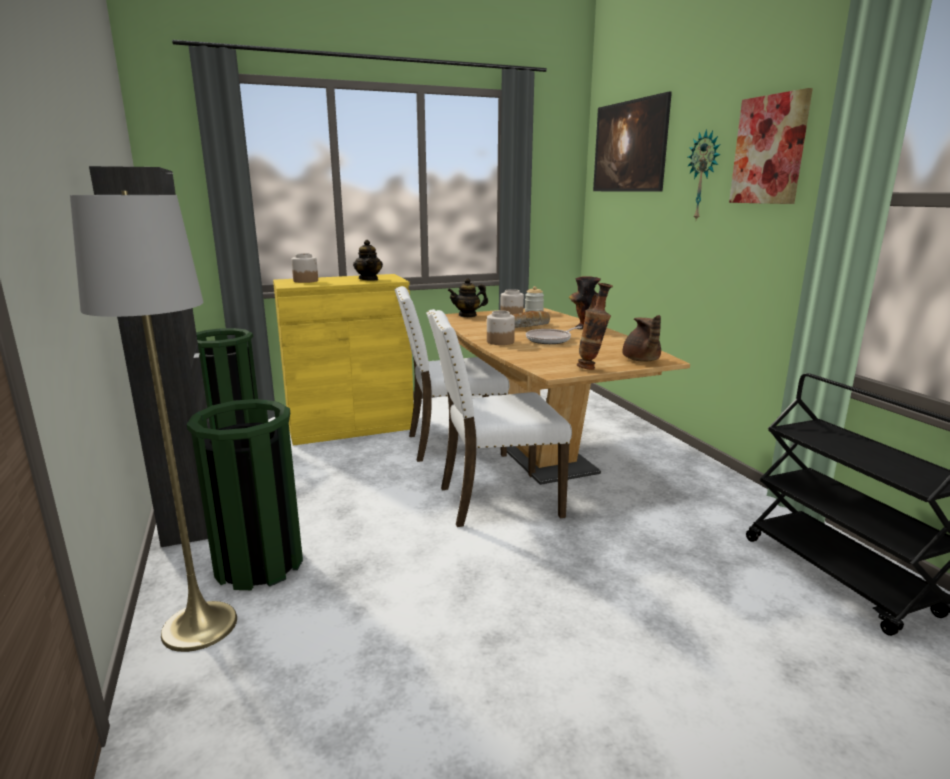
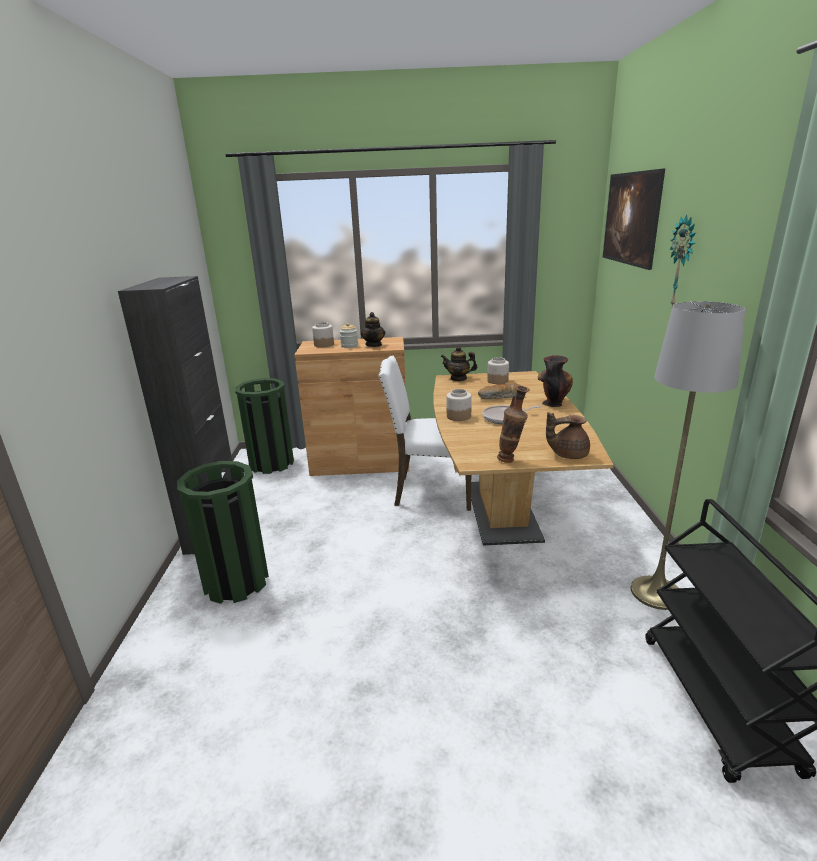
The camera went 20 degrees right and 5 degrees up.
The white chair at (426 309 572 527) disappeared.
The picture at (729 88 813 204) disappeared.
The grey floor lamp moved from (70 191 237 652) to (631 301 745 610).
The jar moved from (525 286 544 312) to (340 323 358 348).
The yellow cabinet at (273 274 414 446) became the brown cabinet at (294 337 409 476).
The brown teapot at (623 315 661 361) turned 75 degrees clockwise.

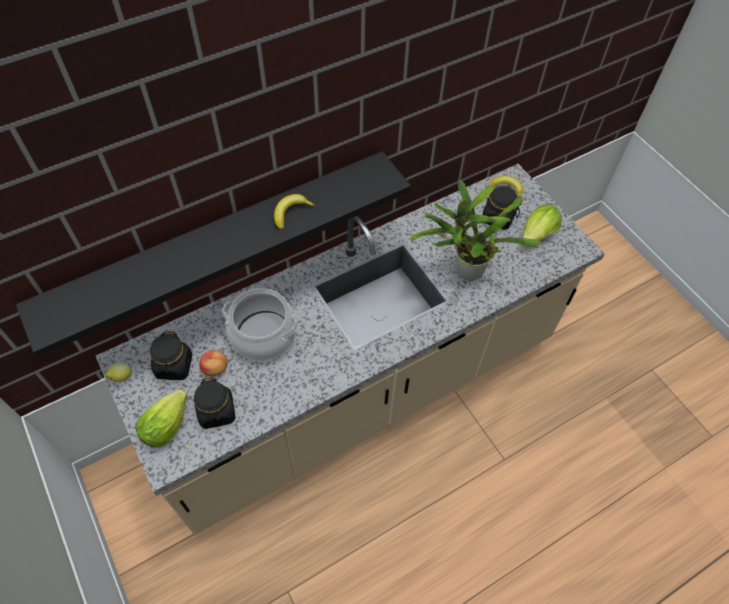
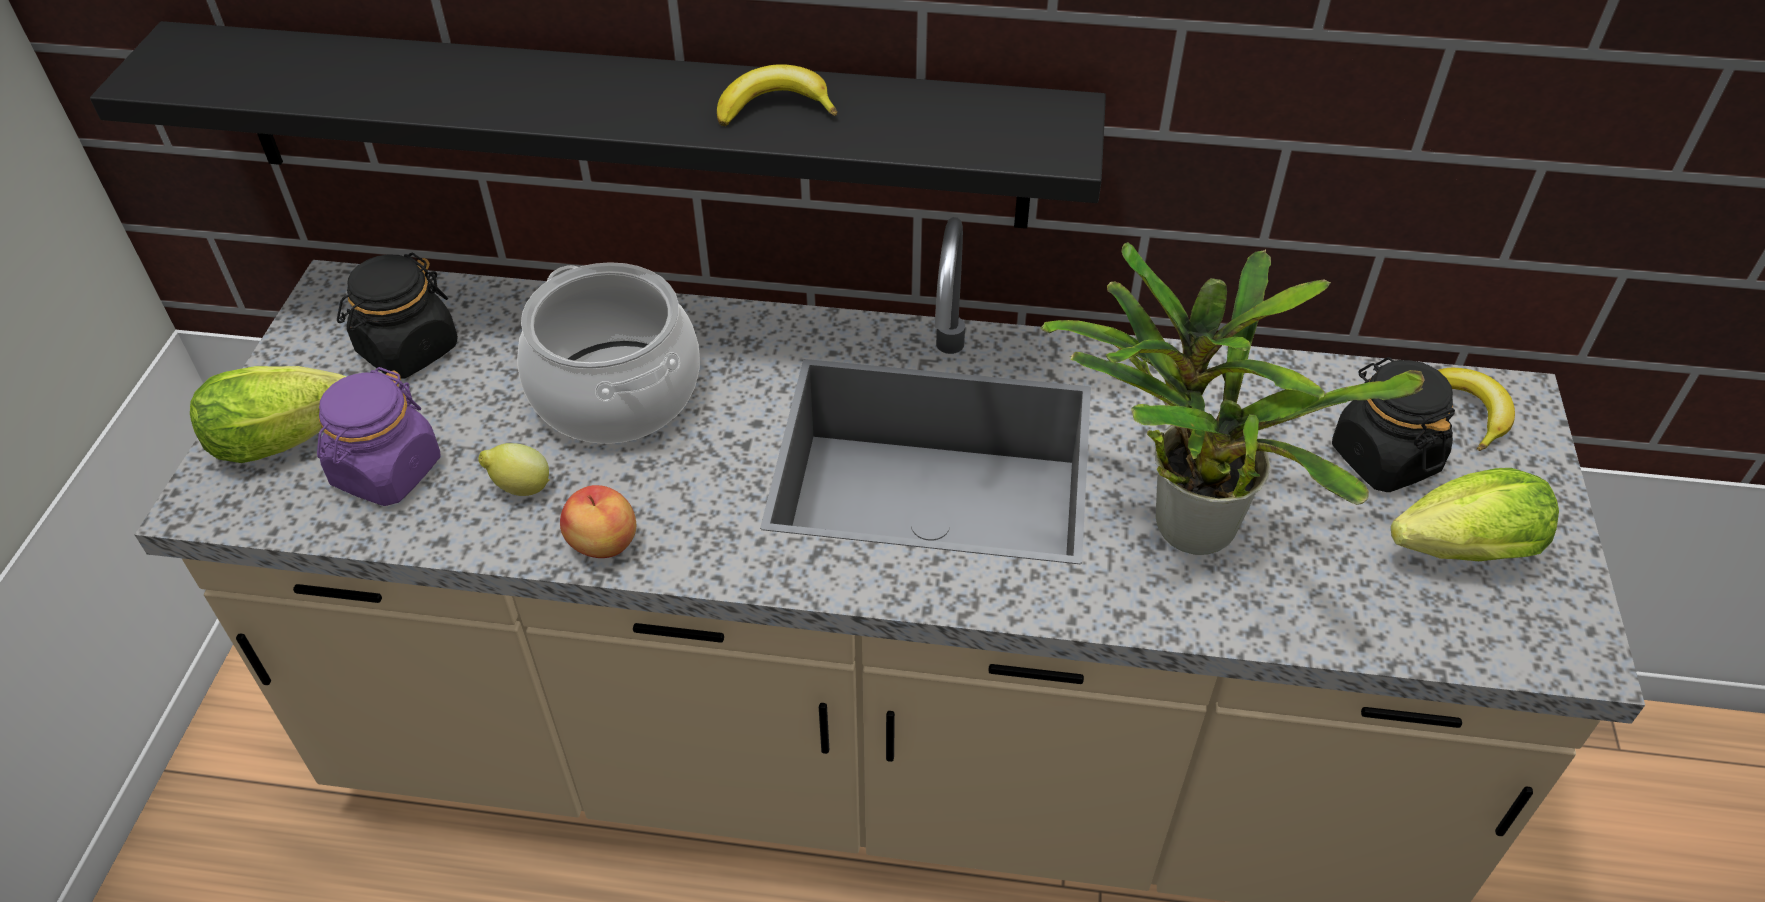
The camera went 40 degrees right and 10 degrees down.
The lemon moved from (105 363 132 382) to (478 443 549 496).
The apple moved from (199 350 228 376) to (560 485 636 558).
The black jar at (194 377 236 429) became the purple jar at (317 367 440 506).

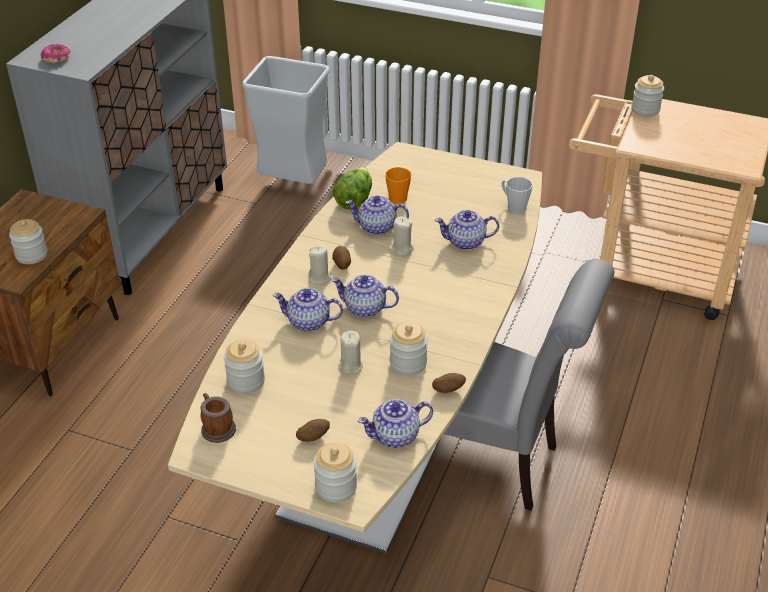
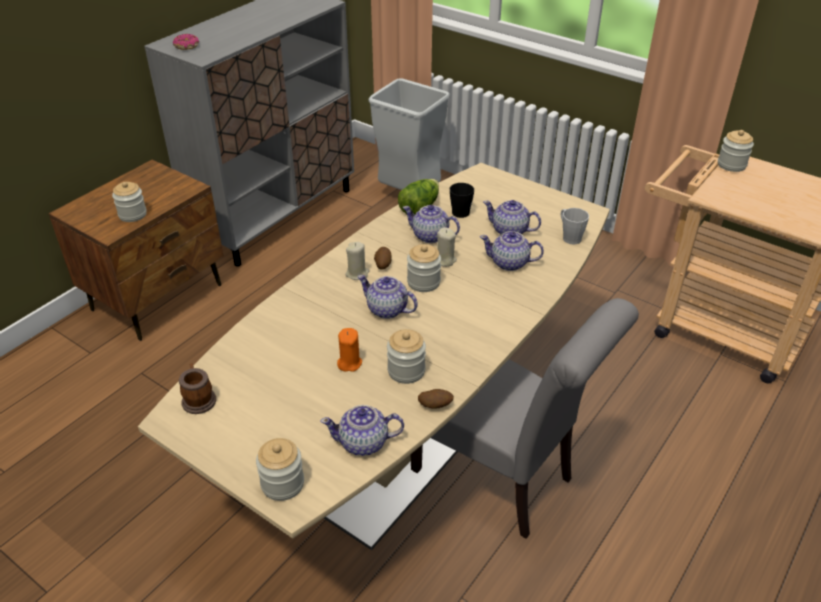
The camera went 15 degrees right and 0 degrees up.
The potato at (296 419 330 442) disappeared.
The jar moved from (224 339 265 394) to (407 244 441 292).
The teapot moved from (273 288 343 331) to (483 200 541 235).
The beige candle at (338 331 363 375) became the orange candle at (337 328 362 372).
The orange mug at (385 167 411 204) became the black mug at (450 183 474 218).

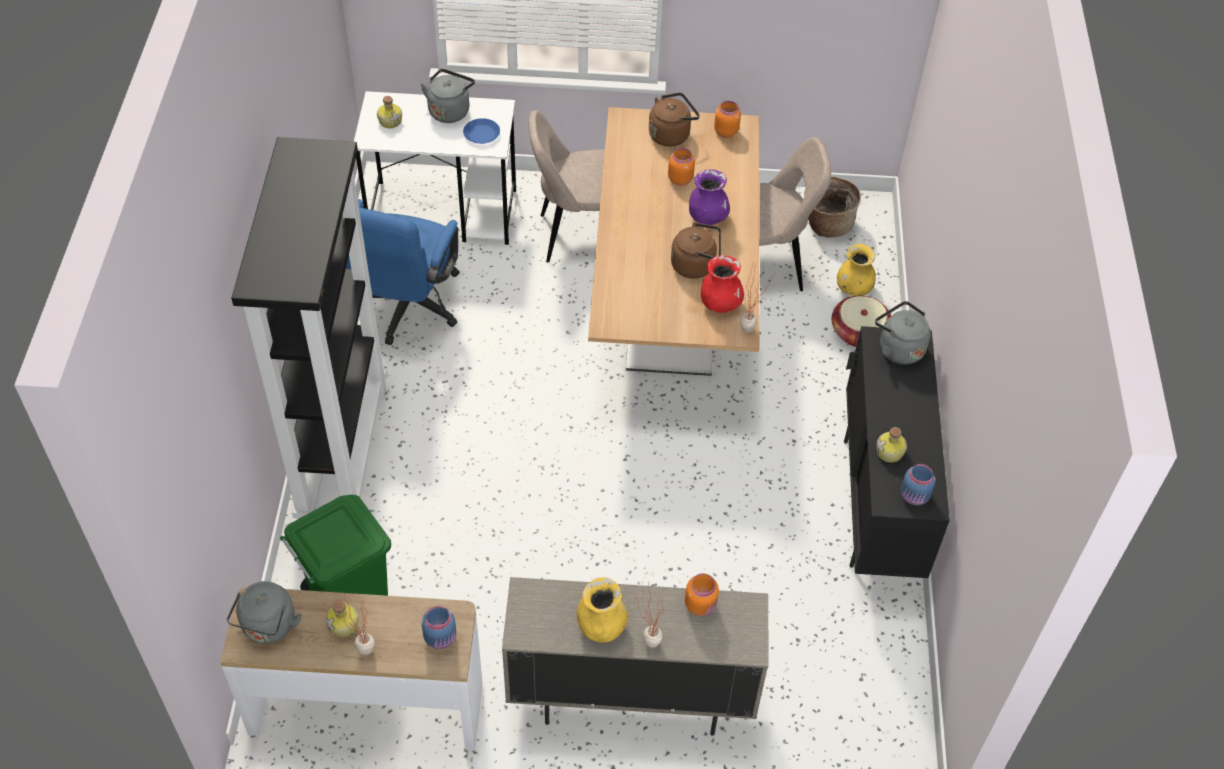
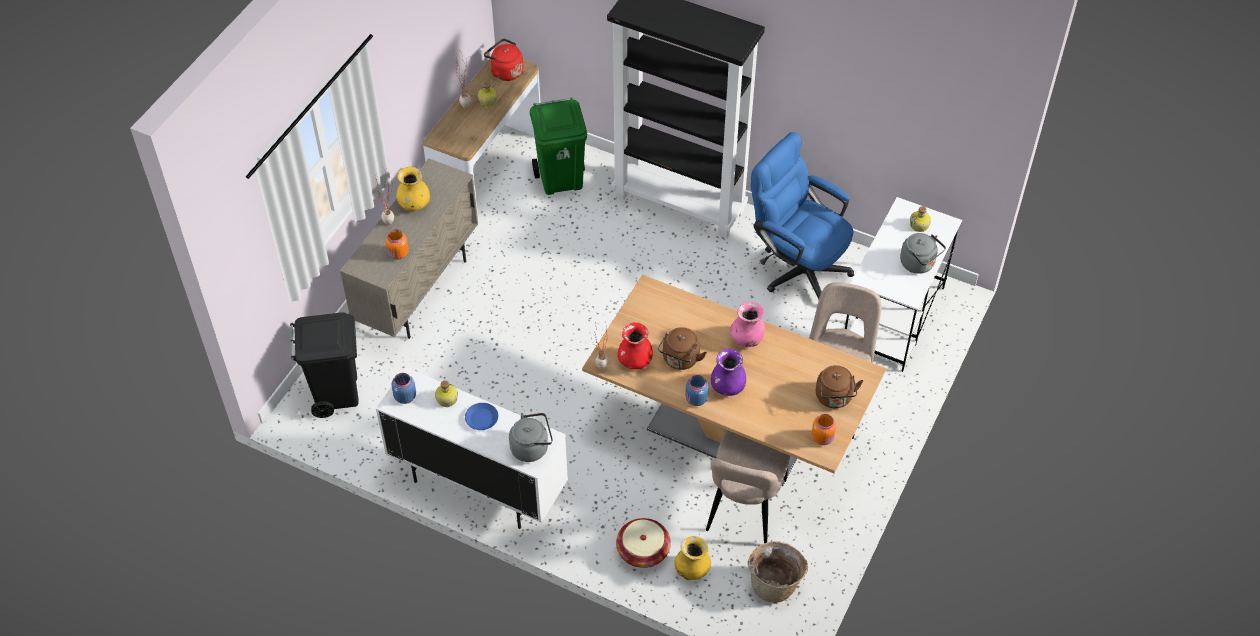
The camera went 115 degrees right and 0 degrees up.
The orange jar at (668 148 695 186) disappeared.
The black trash can at (290 313 359 418) appeared.
The pink vase at (730 301 765 348) appeared.
The blue jar moved from (422 606 456 649) to (686 375 709 406).
The blue plate moved from (463 118 500 144) to (465 403 498 430).
The grey kettle at (227 581 302 644) became the red kettle at (484 39 523 81).
The black cabinet at (844 326 950 578) became the white cabinet at (376 367 568 529).

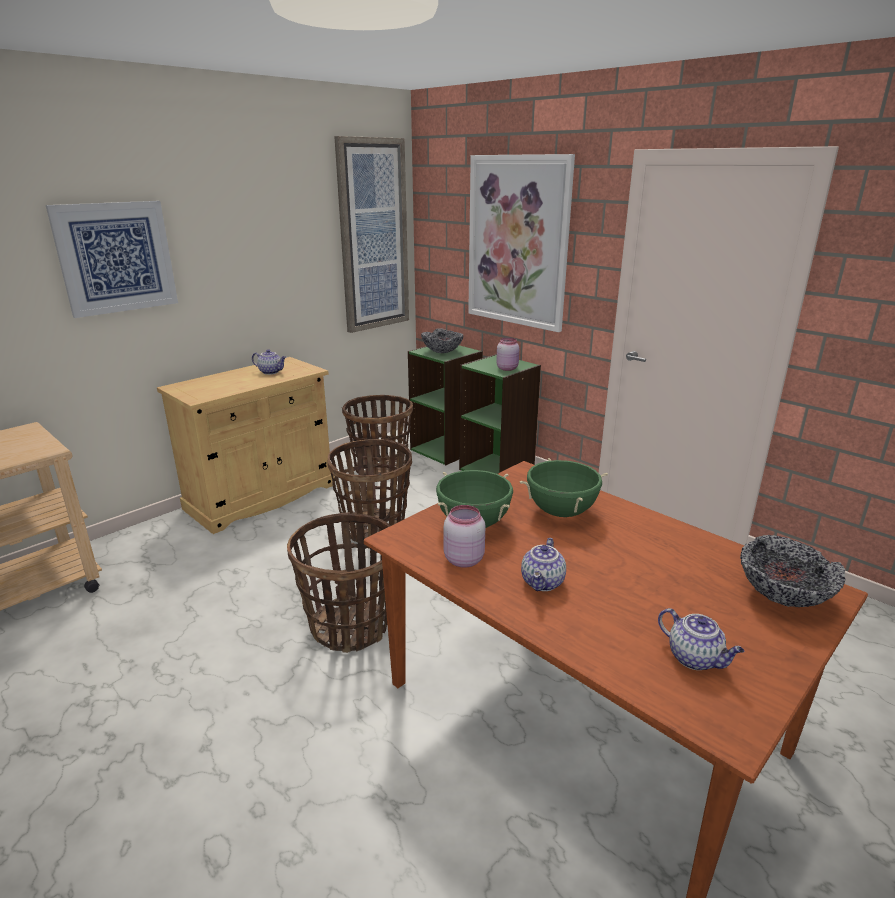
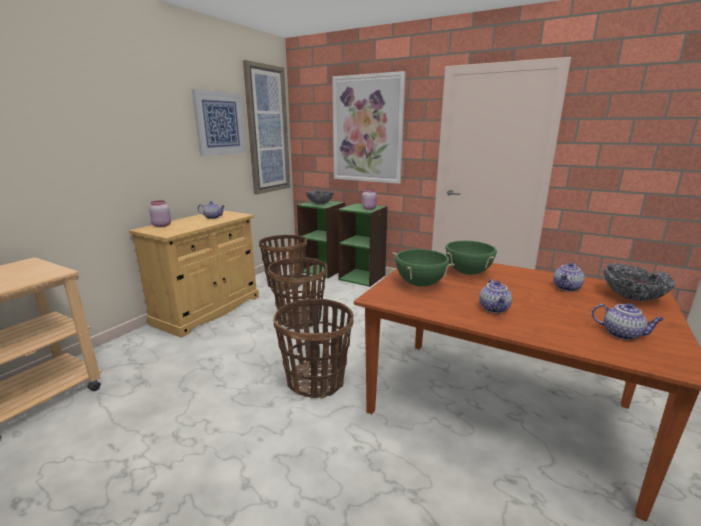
The camera went 15 degrees left and 5 degrees down.
The teapot at (553 263 585 292) appeared.
The picture moved from (46 201 178 318) to (192 89 246 156).
The pink jar moved from (444 505 485 567) to (149 200 171 227).

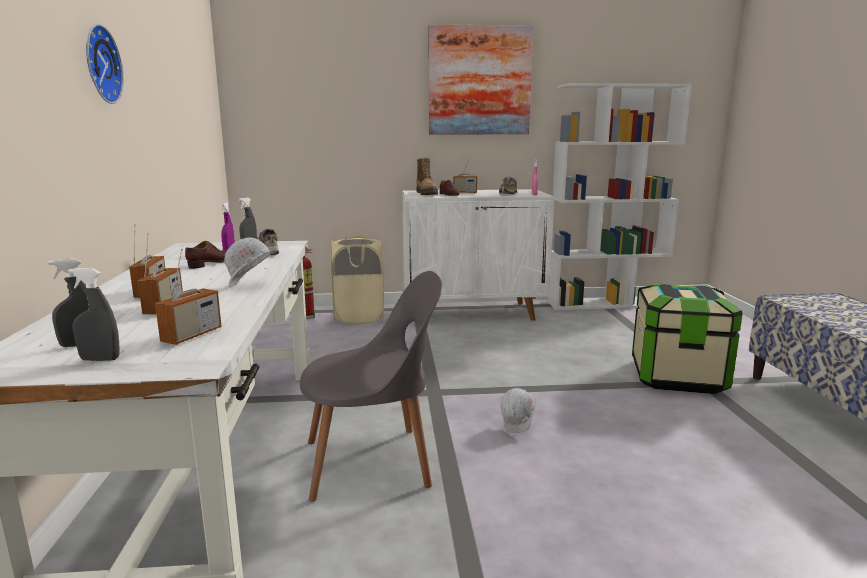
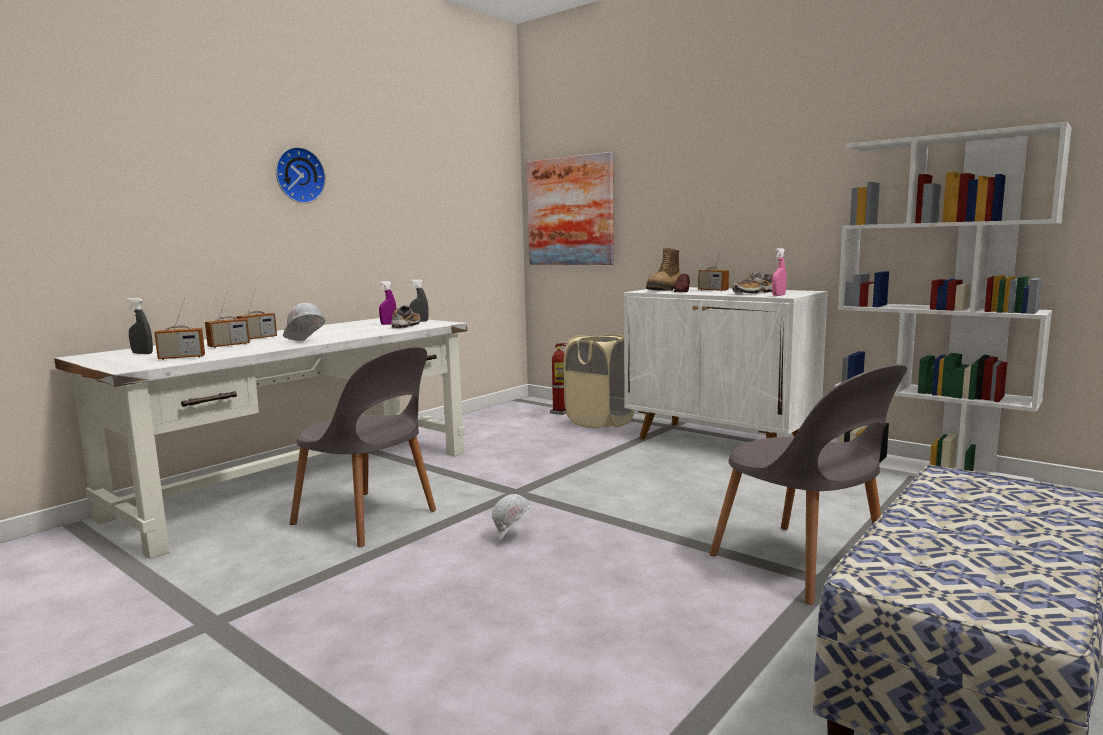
The camera went 45 degrees right and 5 degrees down.
The grey spray bottle at (68 268 120 361) disappeared.
The brown shoe at (185 241 227 269) disappeared.
The picture moved from (429 24 534 134) to (527 152 614 265).
The storage box at (632 283 743 394) was replaced by the grey chair at (710 364 907 605).

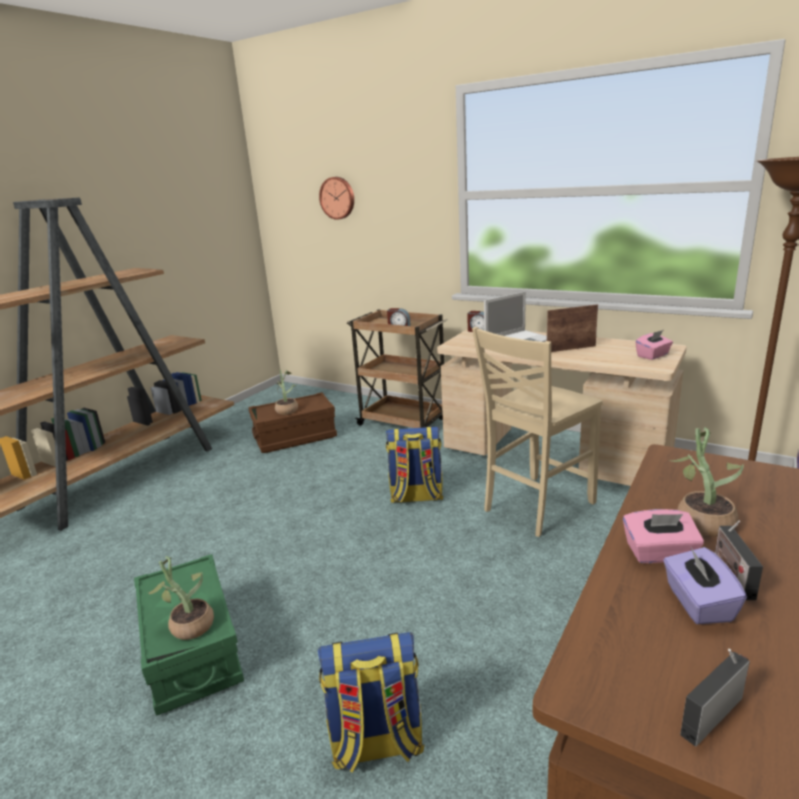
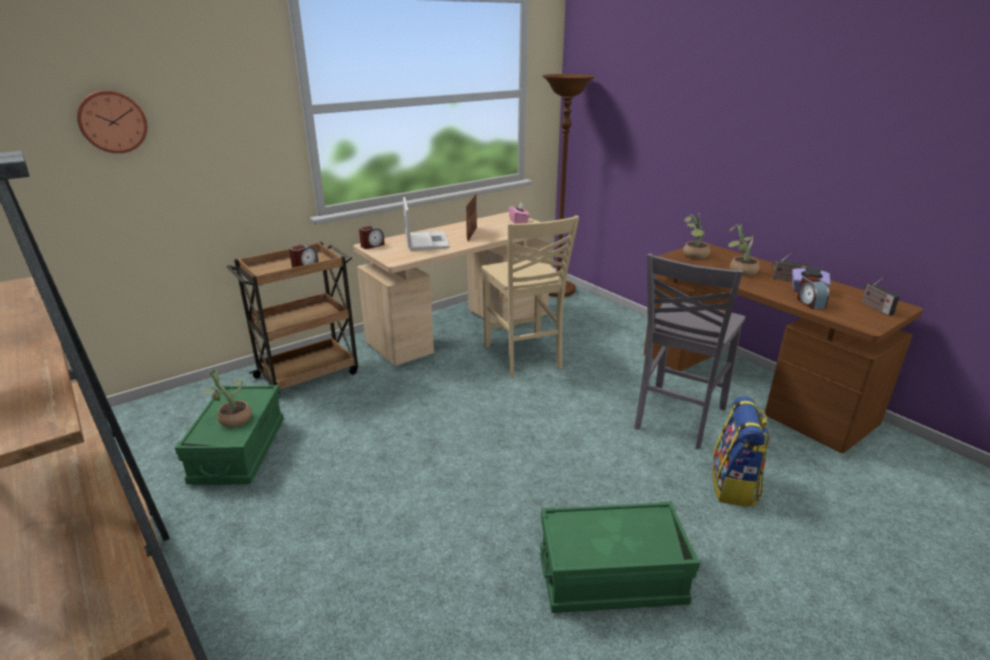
The camera went 70 degrees left and 5 degrees up.
The backpack at (386 427 444 503) disappeared.
The pink tissue box at (623 509 704 563) disappeared.
The grey chair at (634 253 745 449) appeared.
The alarm clock at (797 276 829 310) appeared.
The potted plant moved from (148 556 214 640) to (683 213 710 259).
The brown storage box at (248 392 337 453) became the green storage box at (175 385 284 485).

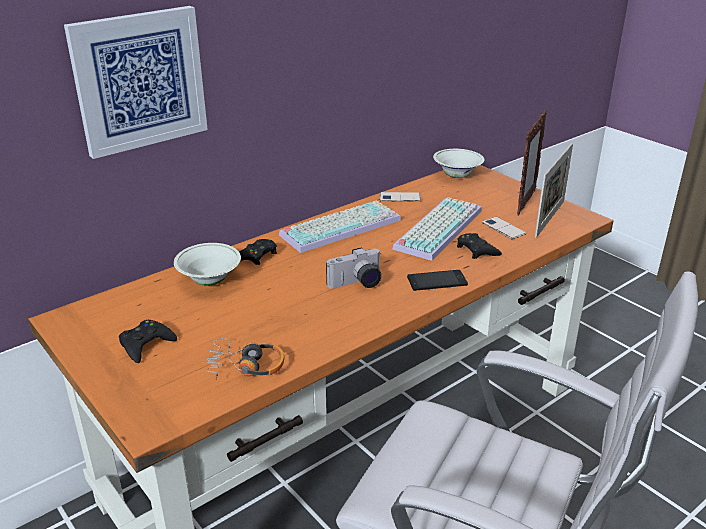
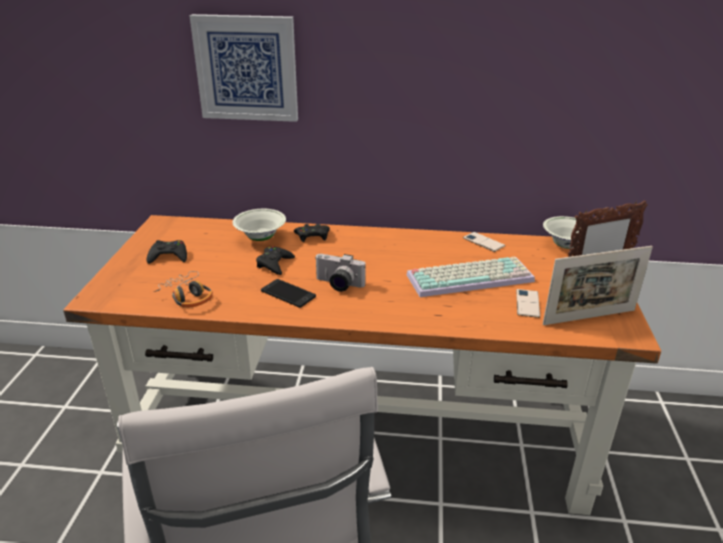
The camera went 45 degrees right and 0 degrees up.
The keyboard at (279 201 401 253) disappeared.
The phone moved from (407 270 468 291) to (261 279 316 308).
The black game controller moved from (457 233 502 259) to (256 246 295 275).

